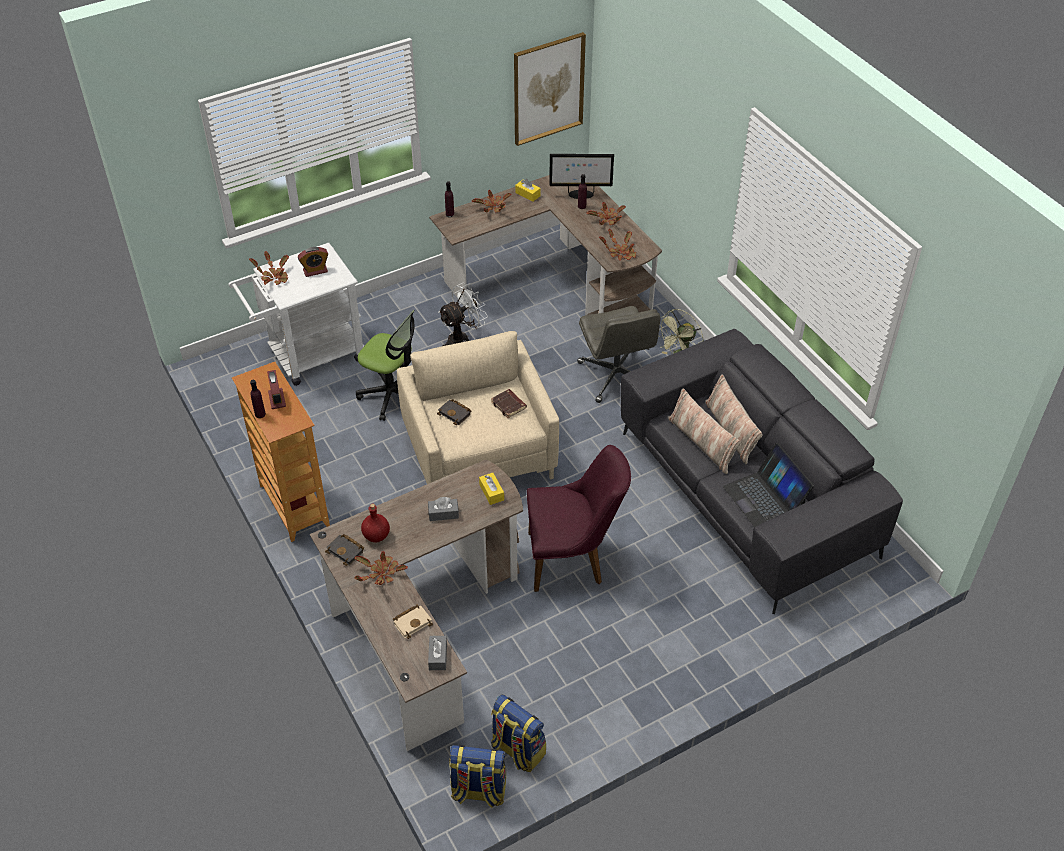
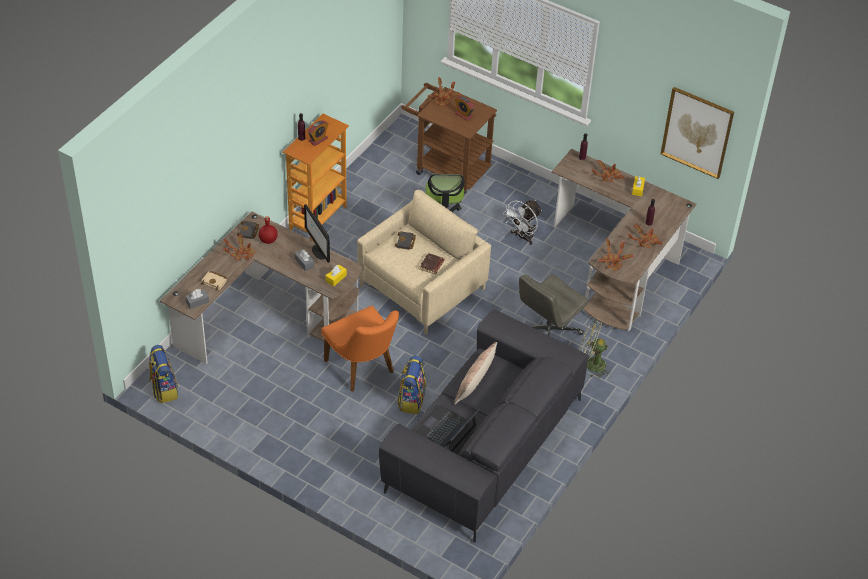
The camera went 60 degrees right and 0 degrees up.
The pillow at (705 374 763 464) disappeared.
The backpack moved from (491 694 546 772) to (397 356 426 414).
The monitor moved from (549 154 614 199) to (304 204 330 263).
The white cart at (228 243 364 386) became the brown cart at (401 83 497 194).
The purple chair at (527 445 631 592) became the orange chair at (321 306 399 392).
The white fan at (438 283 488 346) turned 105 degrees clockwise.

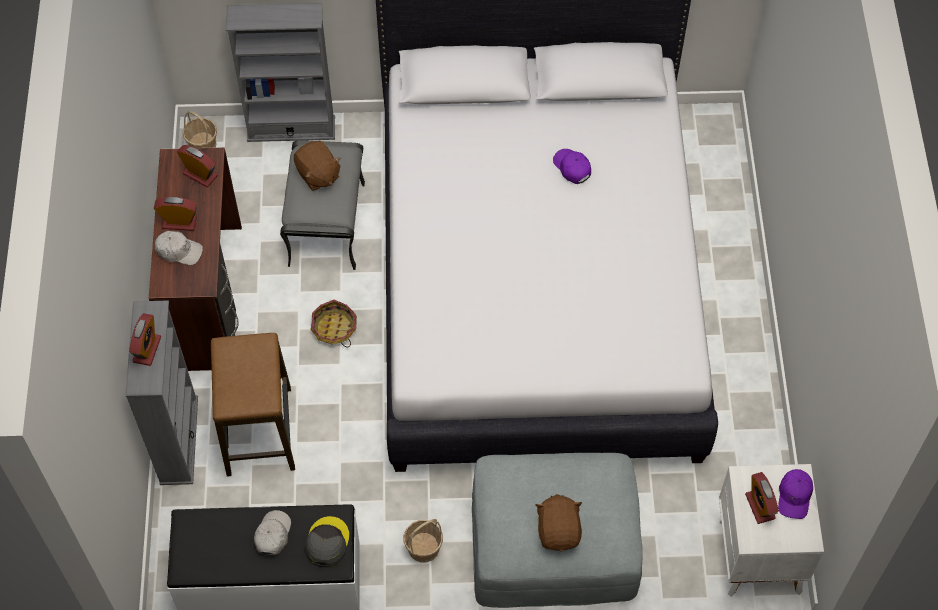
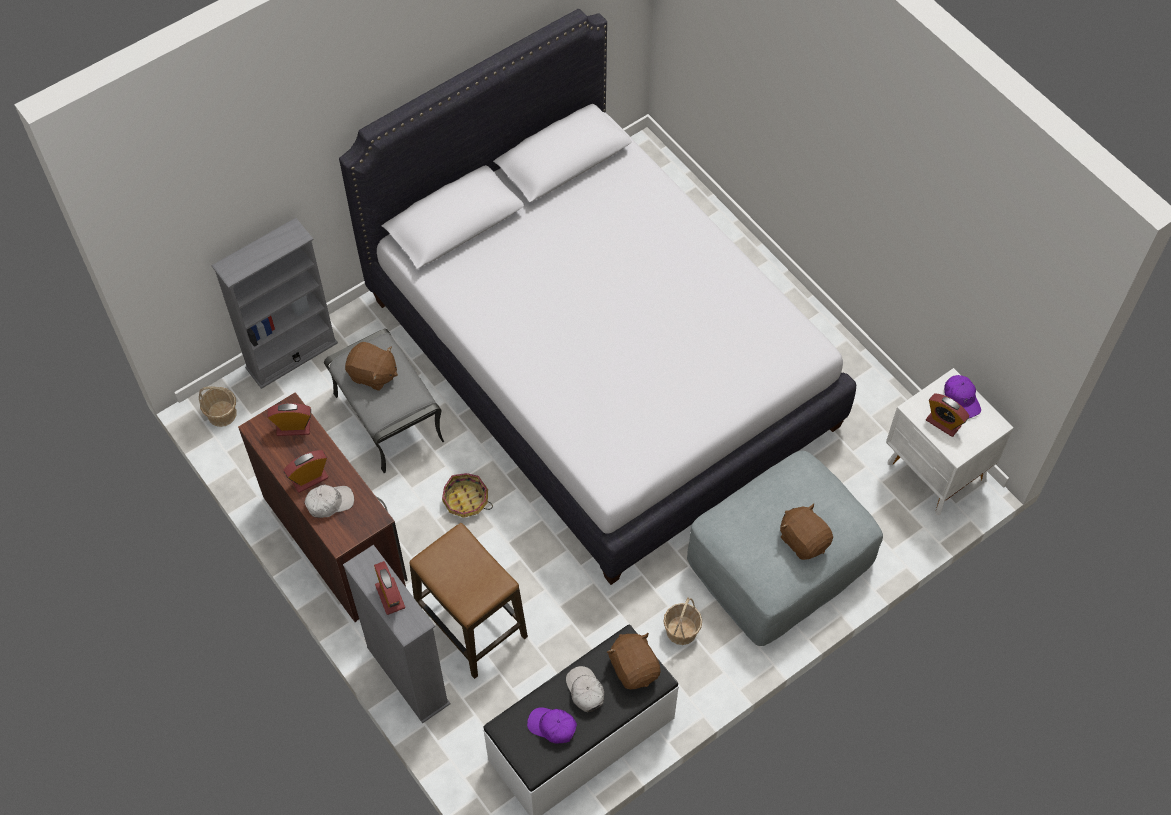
The camera went 35 degrees left and 0 degrees up.
The purple cap moved from (553 149 591 184) to (527 707 577 744).
The grey cap at (305 516 349 567) was replaced by the brown plush toy at (607 633 660 690).

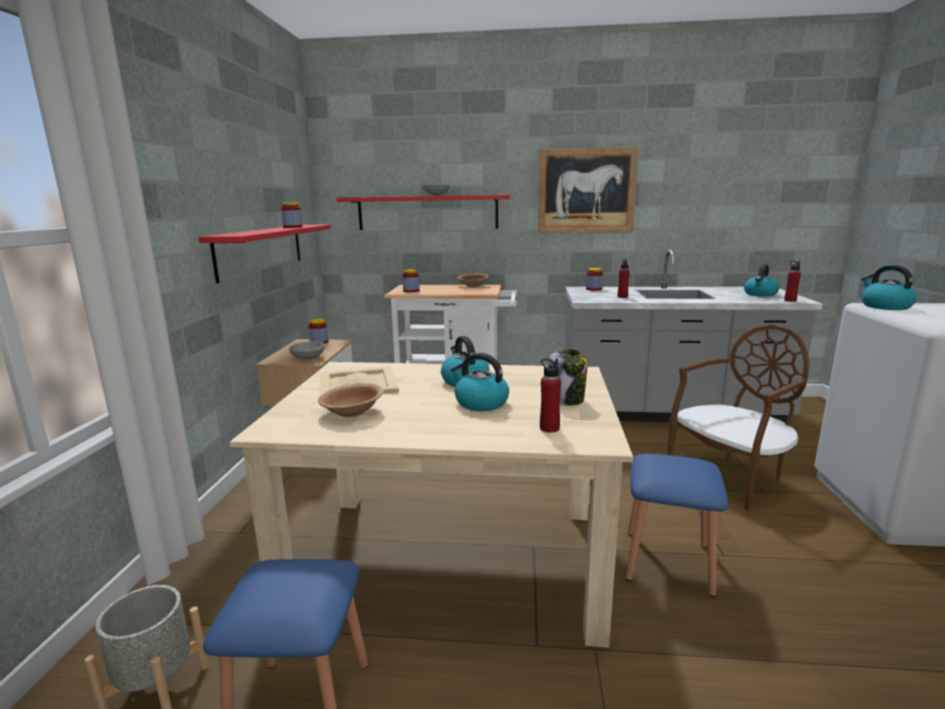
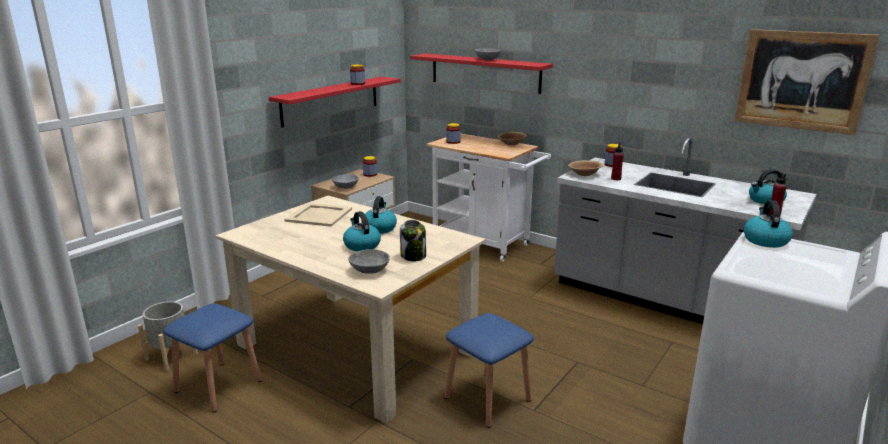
The camera went 30 degrees right and 5 degrees up.
The brown chair at (668 325 809 510) disappeared.
The brown bowl moved from (318 383 384 417) to (568 160 603 176).
The picture moved from (538 146 639 234) to (734 29 879 135).
The red bottle at (540 358 561 433) was replaced by the grey bowl at (348 249 390 274).

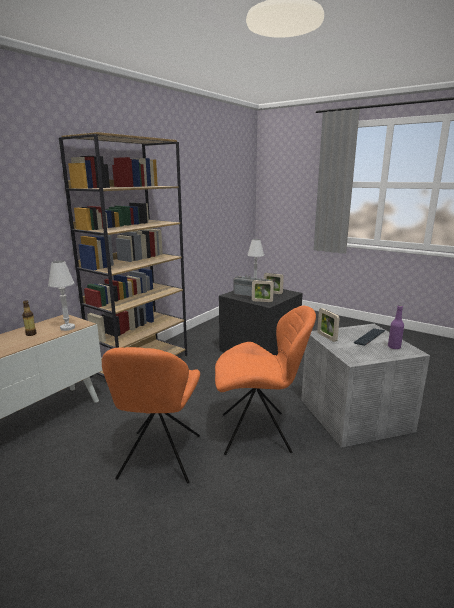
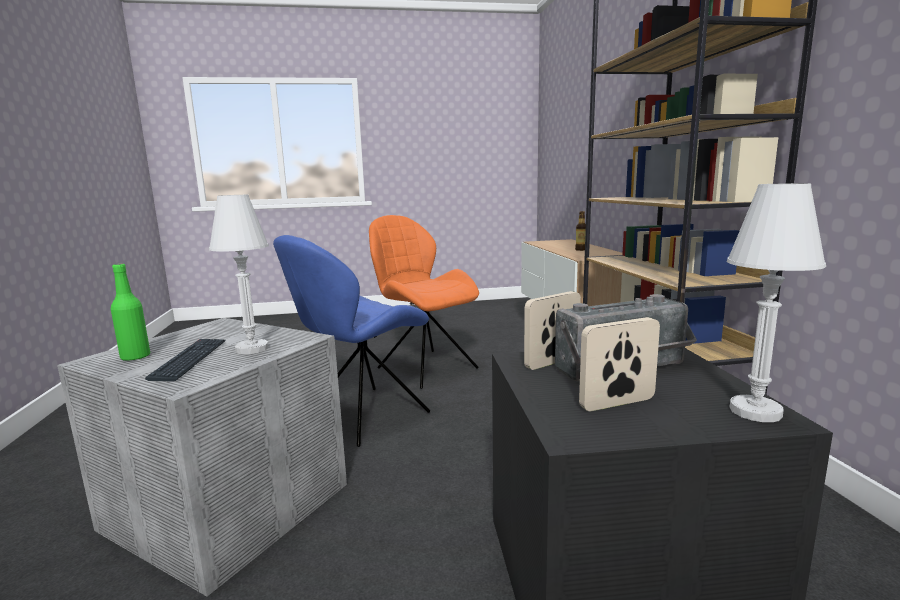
The camera went 135 degrees right and 5 degrees down.
The picture frame at (317 308 340 342) disappeared.
The white table lamp moved from (48 260 75 331) to (209 195 269 354).
The orange chair at (215 306 316 455) became the blue chair at (273 235 430 447).
The purple bottle at (388 305 404 349) became the green bottle at (111 264 150 361).

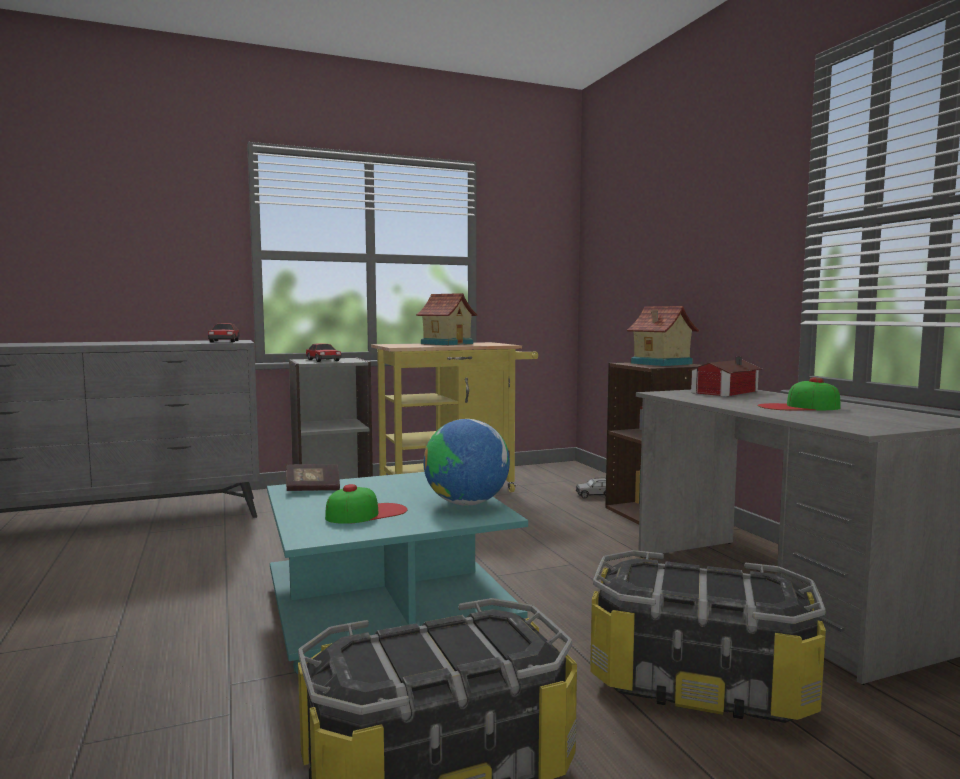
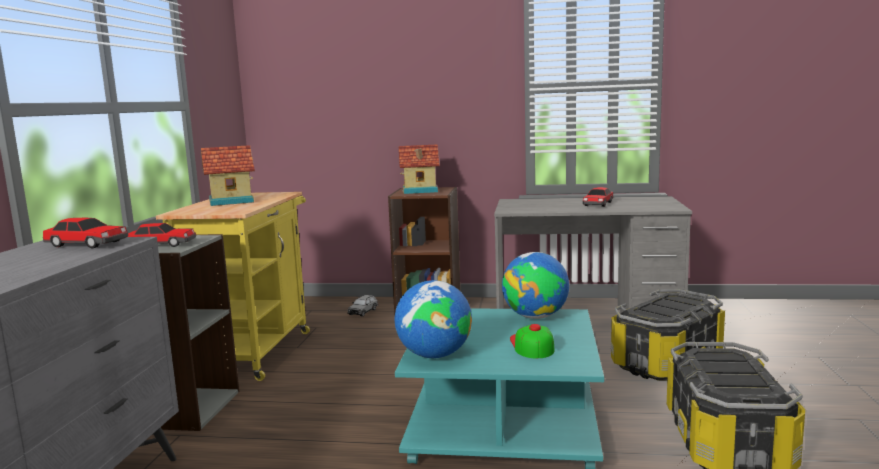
The camera went 60 degrees left and 5 degrees up.
The toy house at (689 356 762 397) disappeared.
The book at (286 464 340 491) was replaced by the globe at (395 280 472 358).
The cap at (757 377 840 410) was replaced by the toy car at (583 187 613 207).

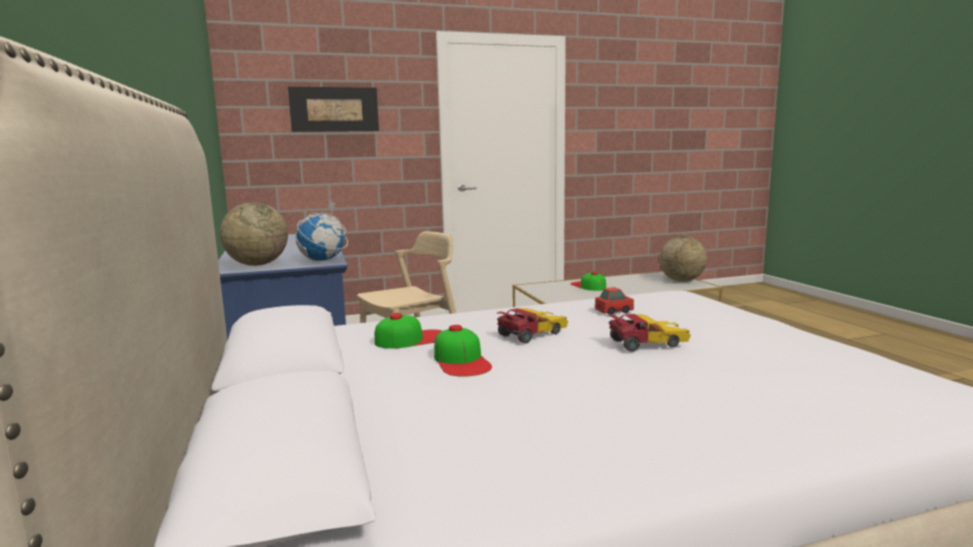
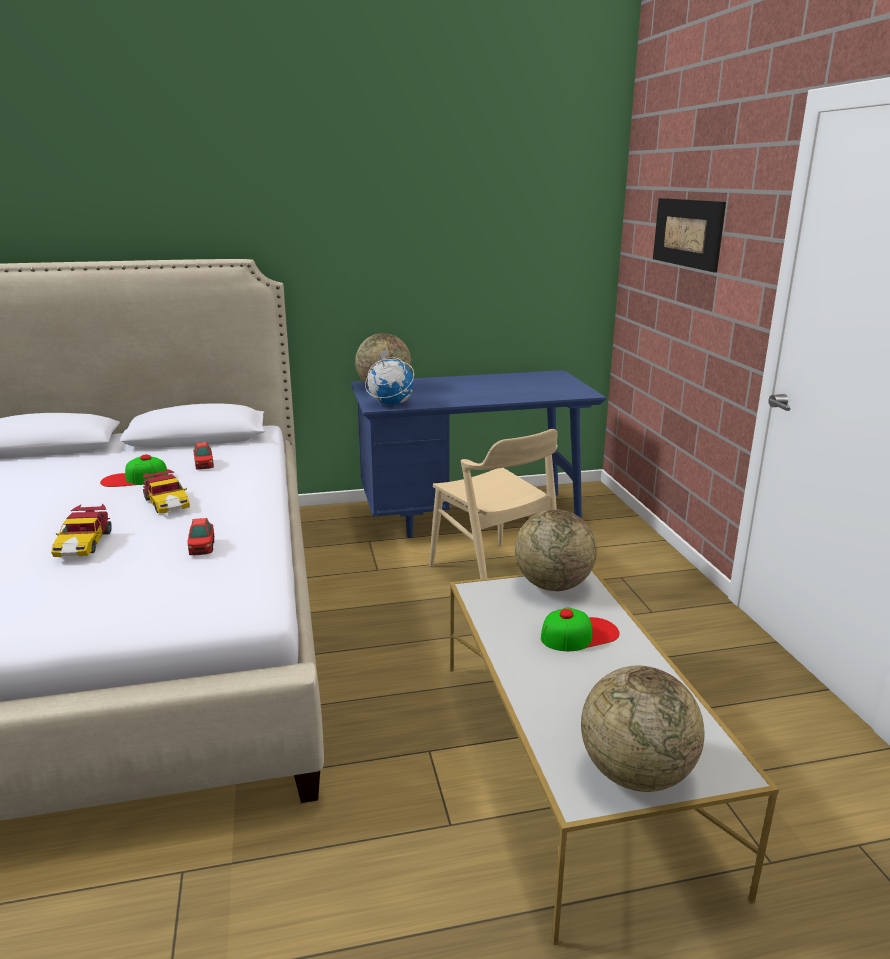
The camera went 95 degrees right and 10 degrees up.
The globe at (515 509 597 591) appeared.
The cap at (374 313 442 348) was replaced by the toy car at (193 442 214 470).

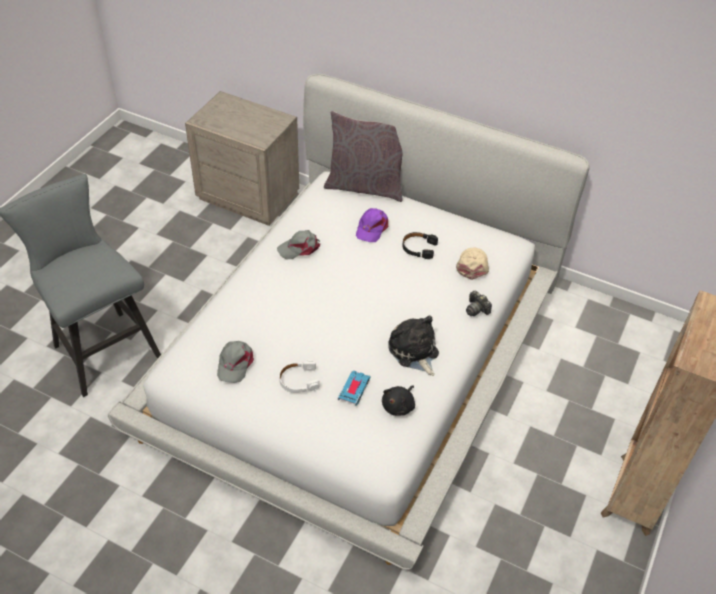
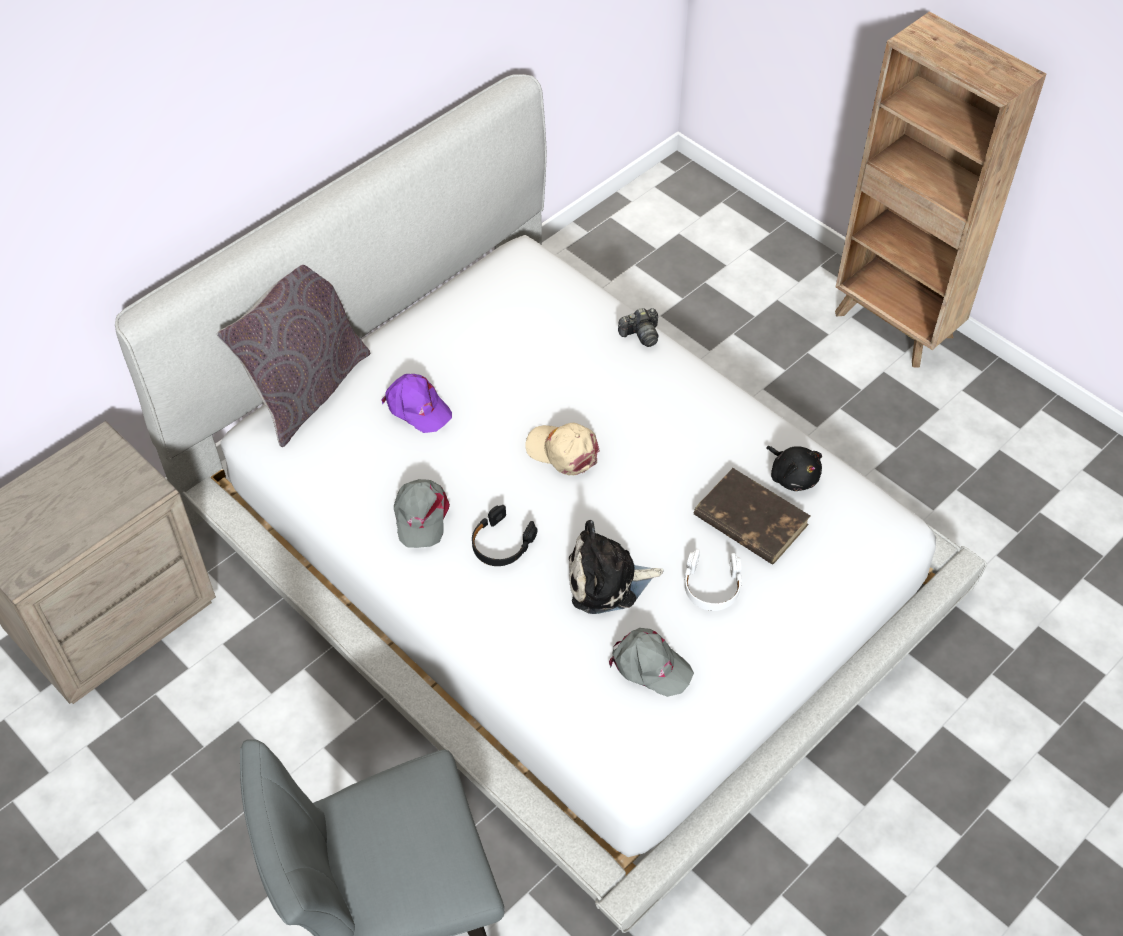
The camera went 70 degrees left and 5 degrees up.
The plush toy moved from (388 316 439 376) to (569 520 664 614).
The black headphones moved from (402 232 438 259) to (472 505 537 566).
The beige cap moved from (456 247 489 280) to (525 423 600 475).
The toy car at (338 370 371 406) was replaced by the brown book at (694 468 810 565).

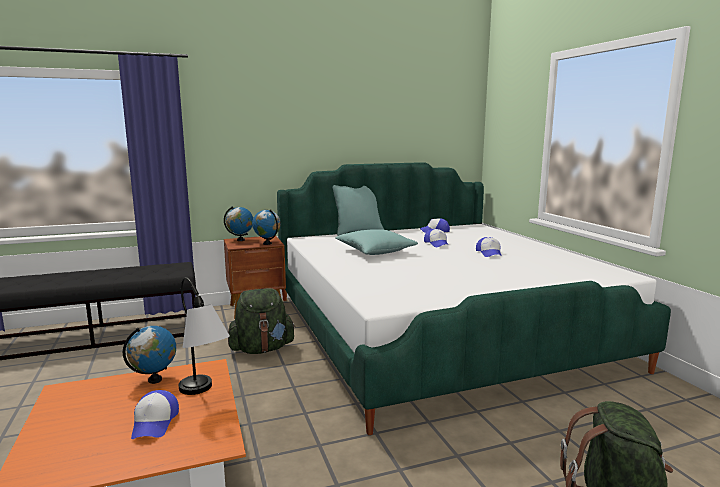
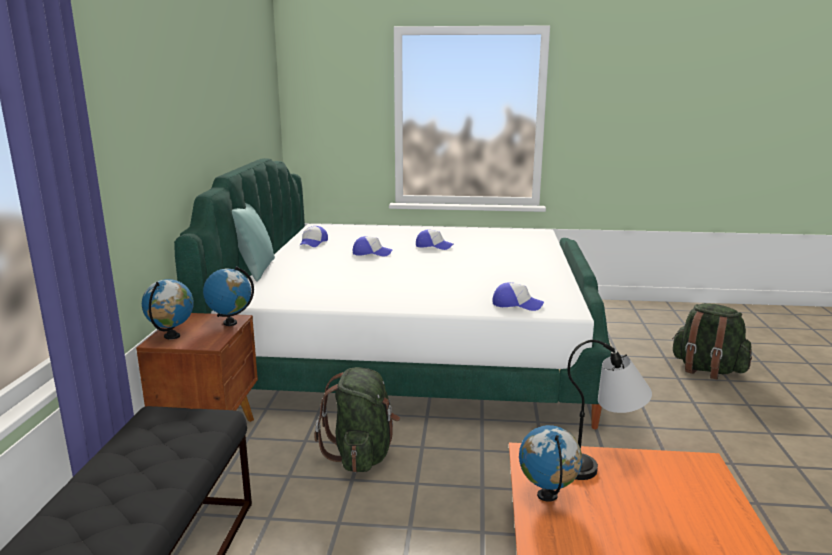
The camera went 65 degrees left and 5 degrees up.
The turquoise pillow at (336 229 418 255) disappeared.
The cap moved from (131 390 179 439) to (493 282 544 311).

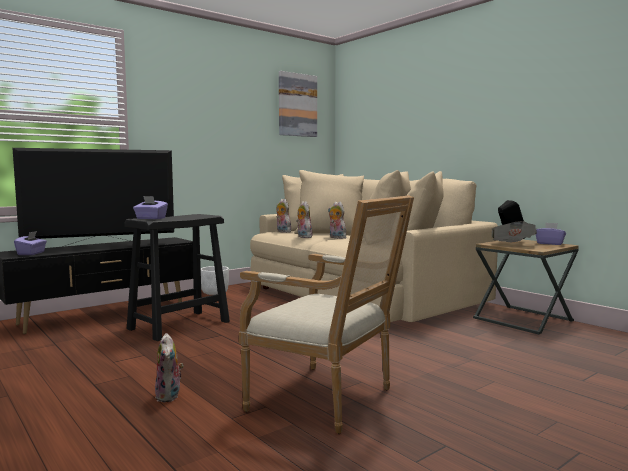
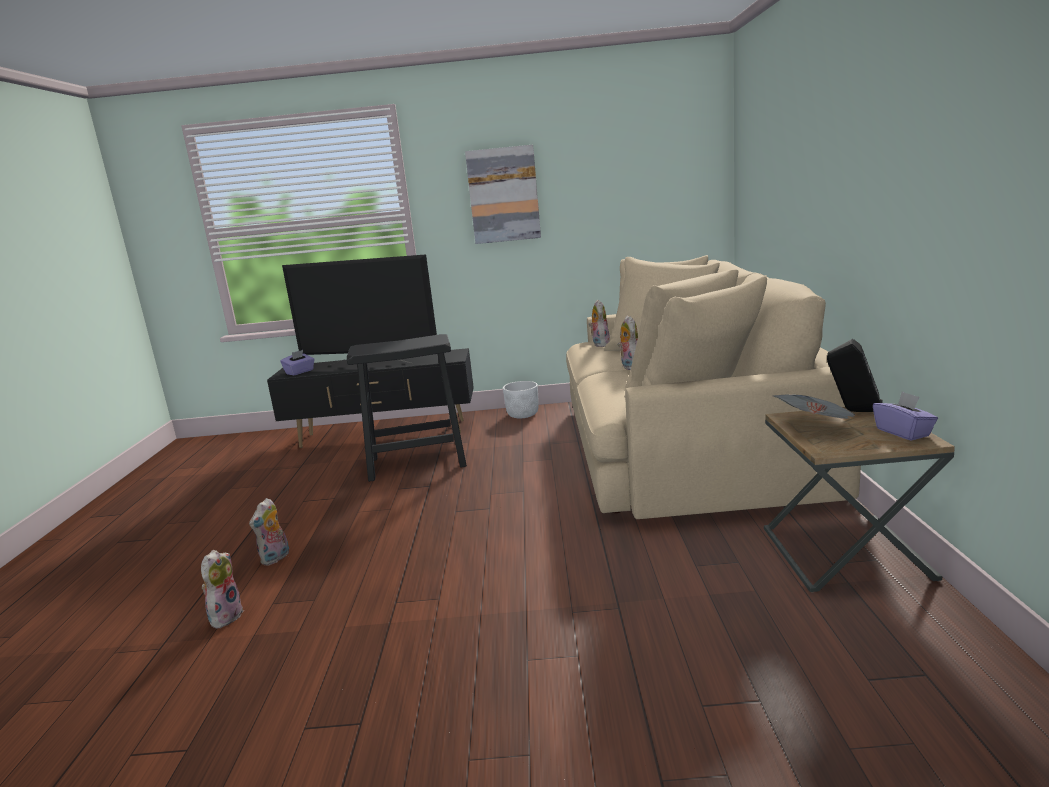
The camera went 40 degrees right and 10 degrees up.
The purple tissue box at (133 196 168 219) disappeared.
The armchair at (239 195 414 434) disappeared.
The picture moved from (279 71 317 137) to (465 145 541 244).
The plush toy moved from (296 201 312 238) to (201 550 244 628).

